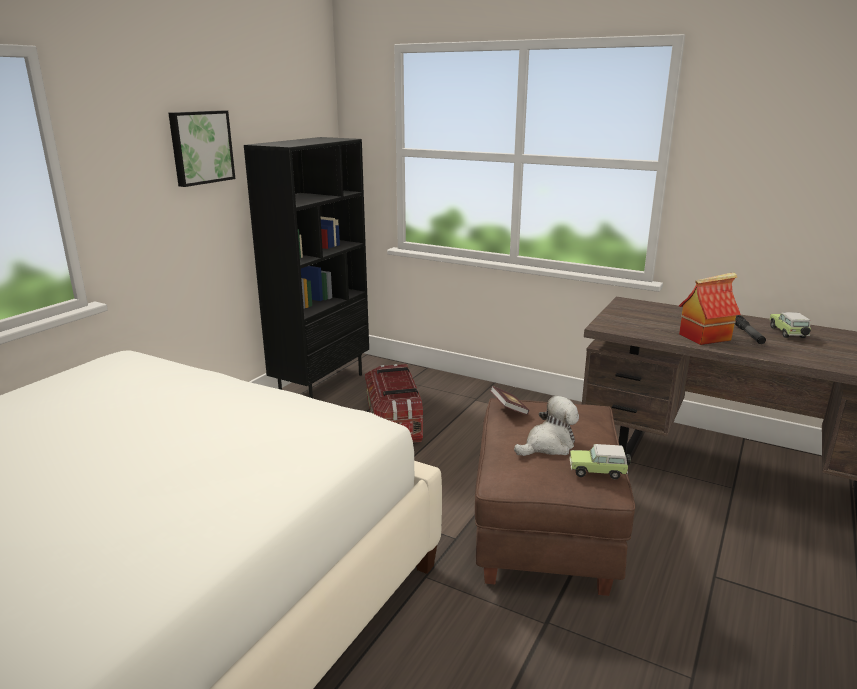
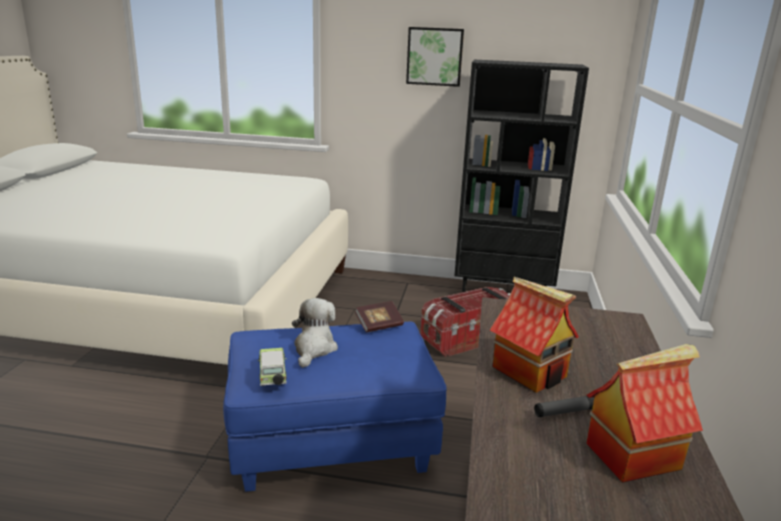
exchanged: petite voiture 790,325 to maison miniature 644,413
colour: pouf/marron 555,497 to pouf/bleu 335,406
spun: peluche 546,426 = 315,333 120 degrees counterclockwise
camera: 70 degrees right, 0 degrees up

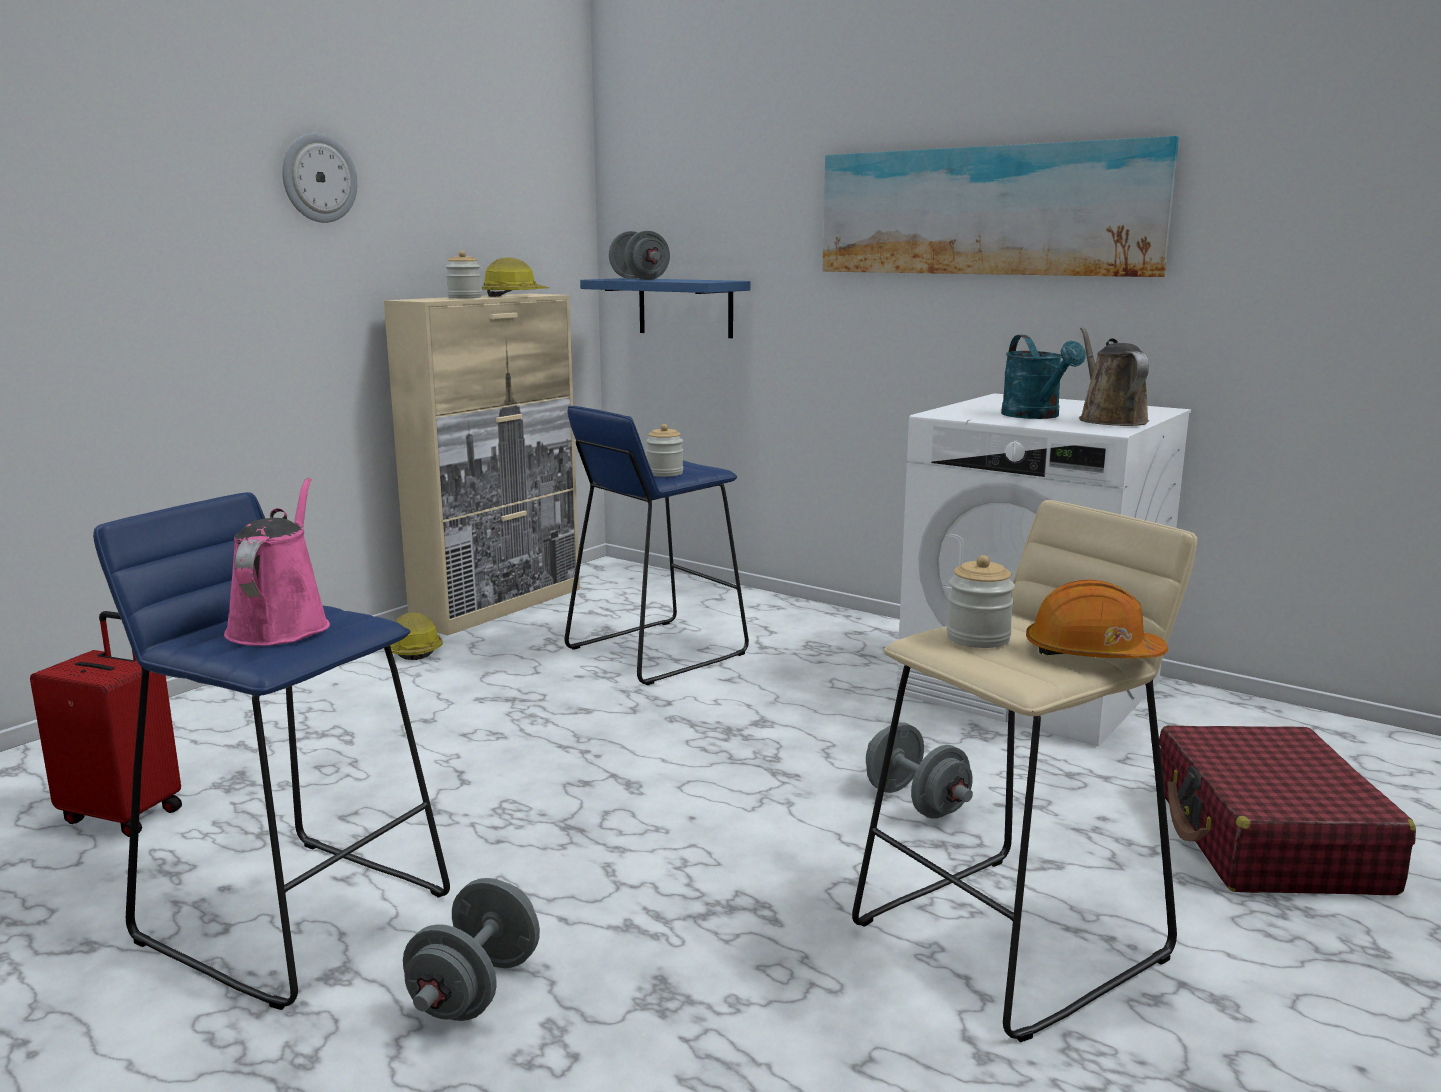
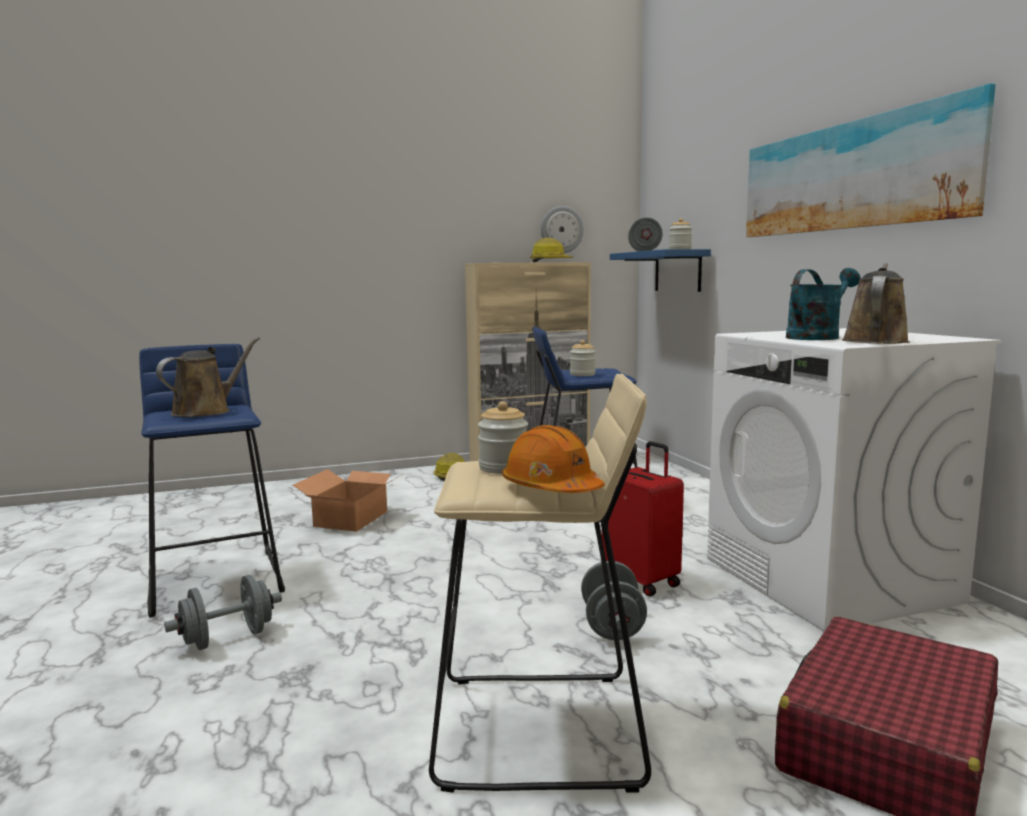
appeared: carton 348,500
relocated: horloge murale 320,178 to 562,229; bocal 464,274 to 680,233; valise/rouge 106,724 to 643,518
colour: arrosoir/rose 277,562 to arrosoir/marron 208,377
spun: arrosoir/turquoise 1043,377 = 823,304 150 degrees counterclockwise
camera: 35 degrees right, 5 degrees down

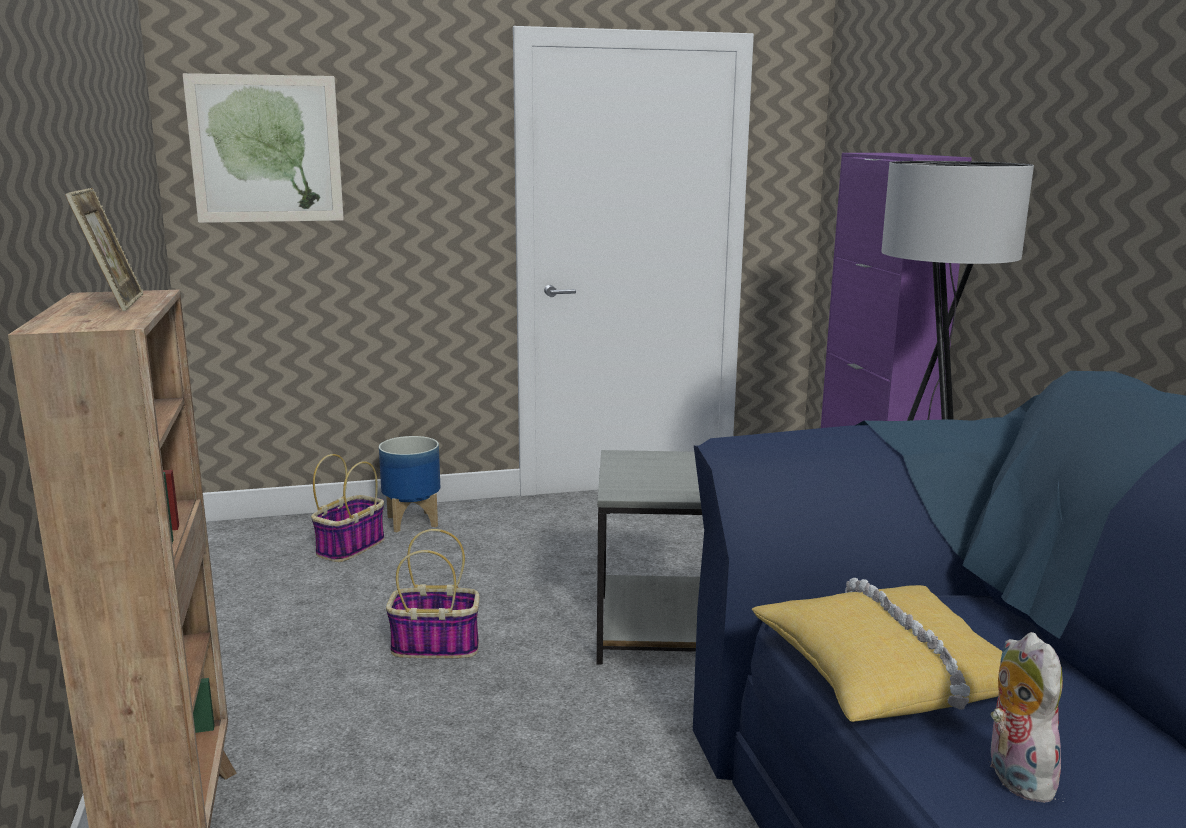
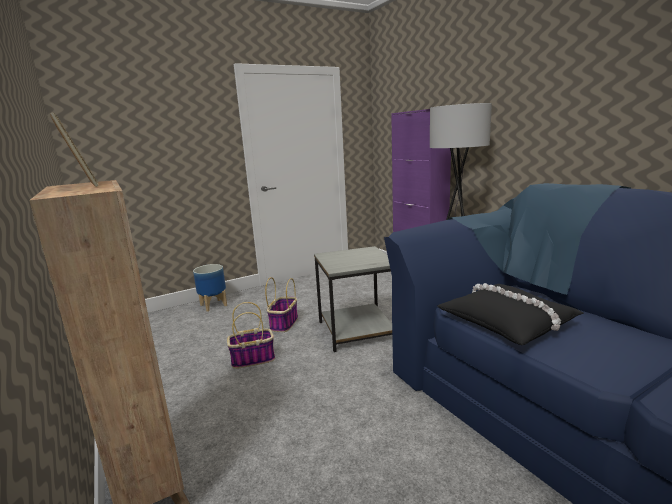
missing: tableau 263,148; peluche 1027,717
relocated: panier 348,508 to 281,304
colour: coussin/jaune 877,650 to coussin/noir 510,314
camera: 15 degrees left, 0 degrees up

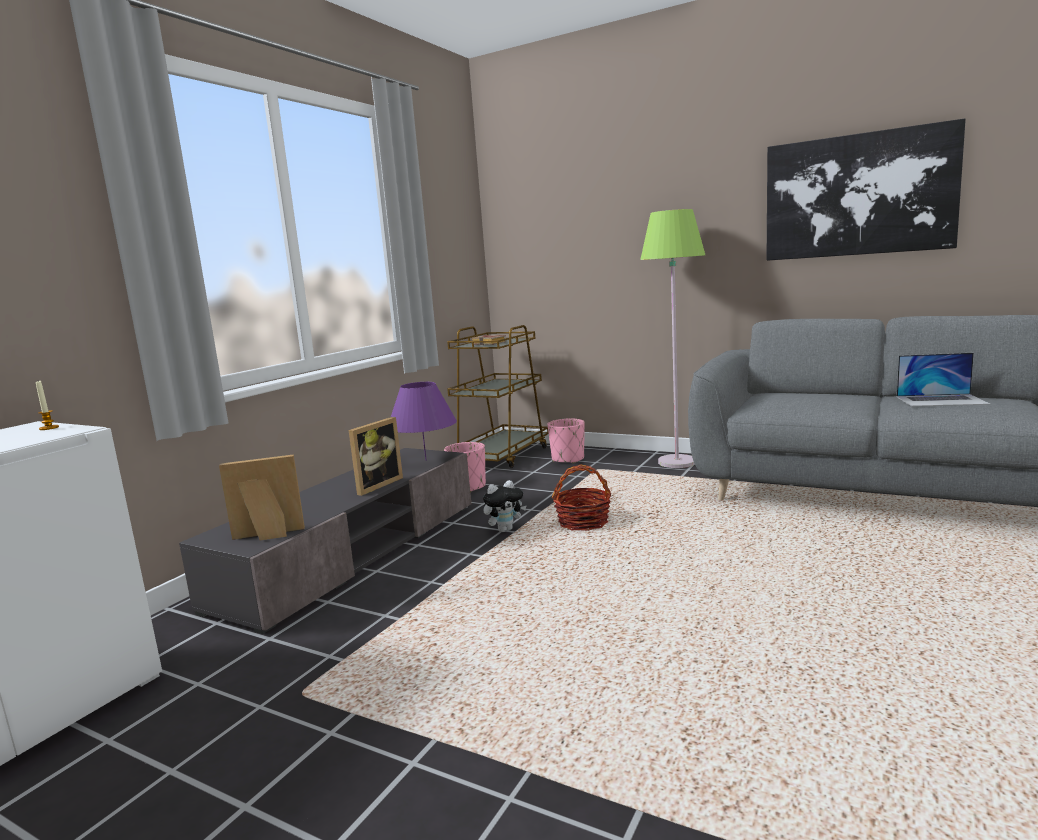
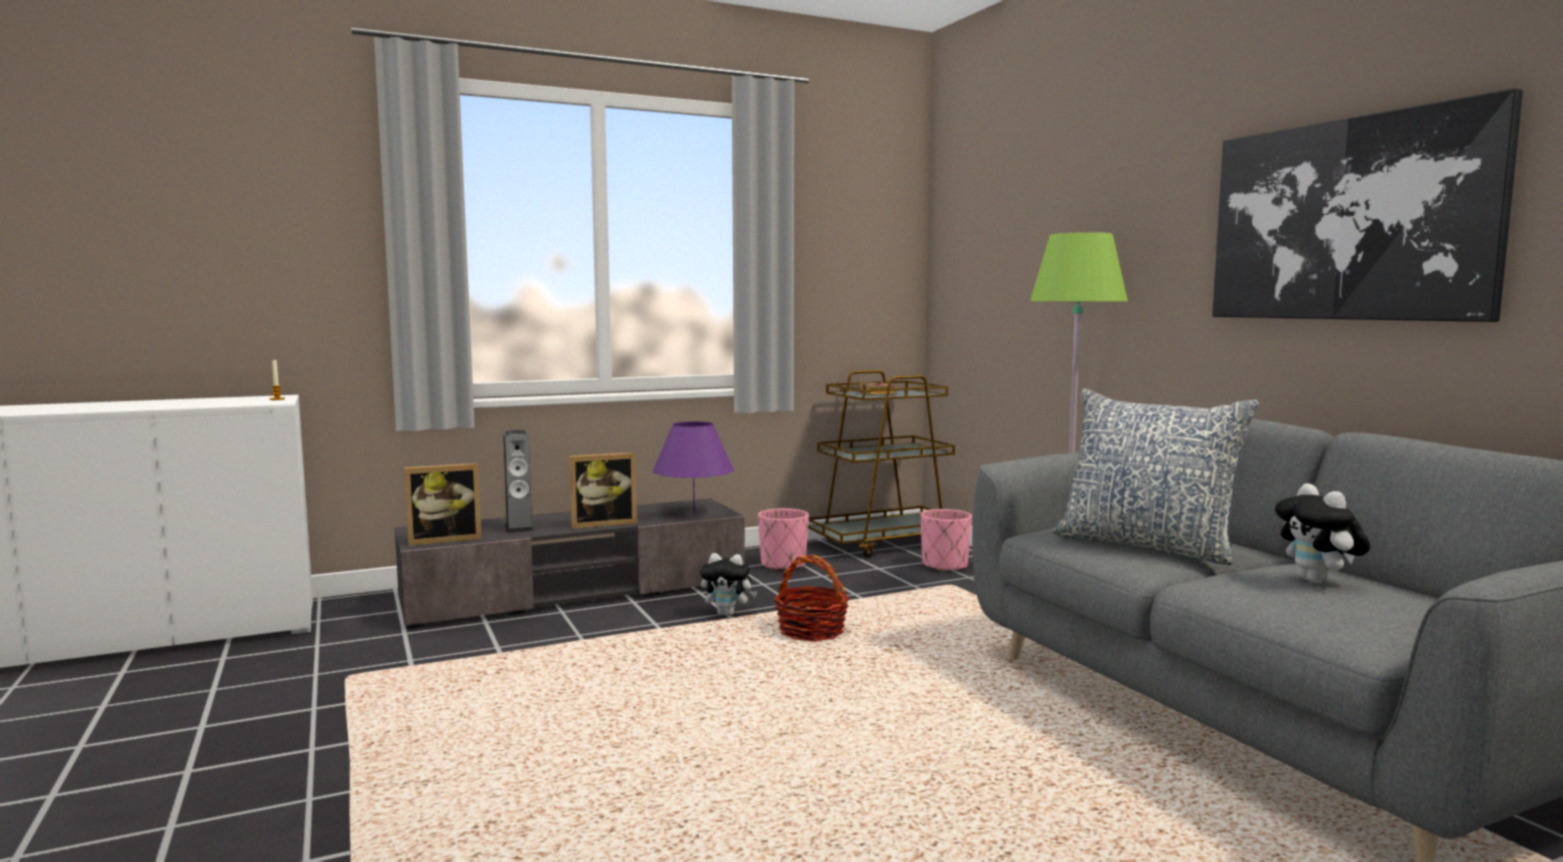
appeared: coussin 1155,477; enceinte 518,481
exchanged: ordinateur portable 944,379 to peluche 1322,533
spun: cadre photo 262,497 = 442,504 135 degrees clockwise
camera: 35 degrees right, 5 degrees down

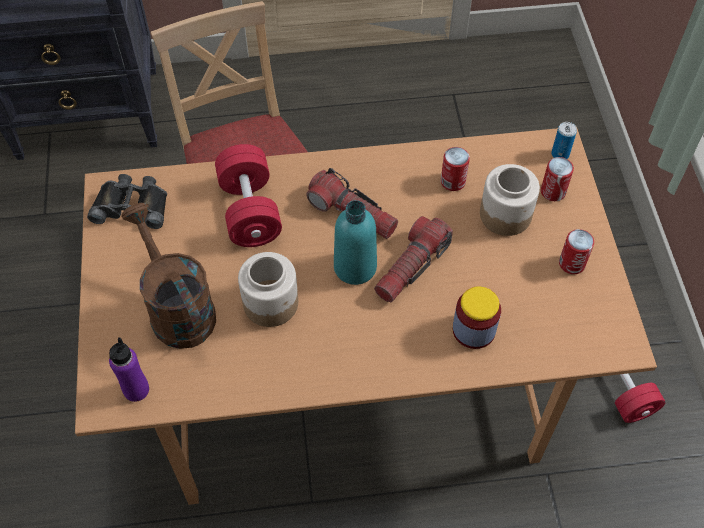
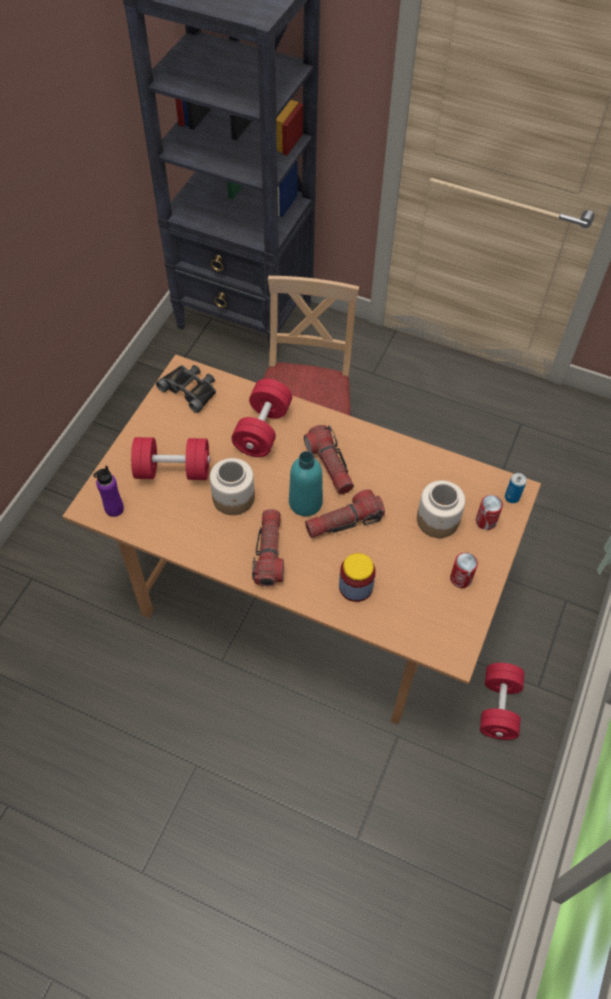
missing: boîte métallique 455,169
appeared: lampe de poche 268,548
exchanged: arrosoir/marron 168,276 to haltère/rouge 170,458
camera: 30 degrees right, 0 degrees up

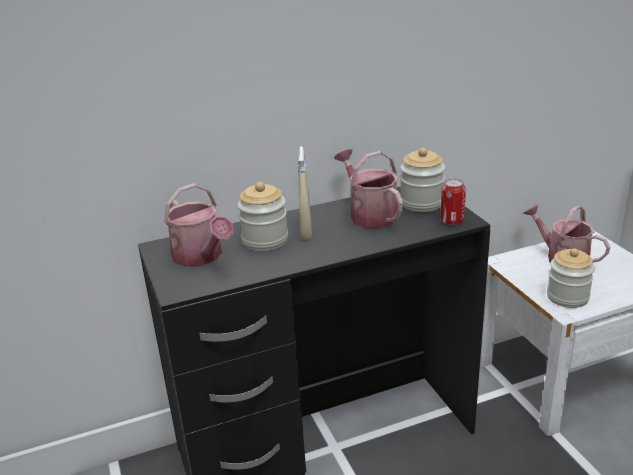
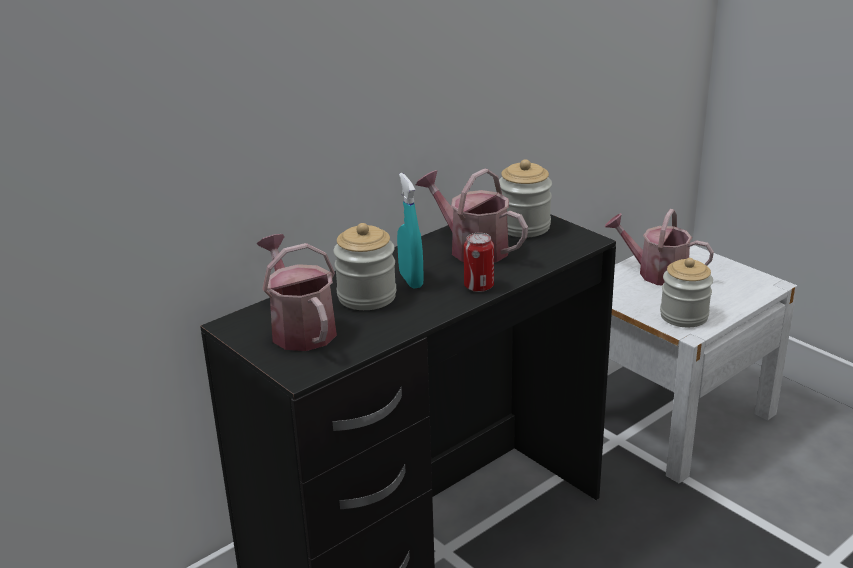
relocated: boîte métallique 453,202 to 479,262
colour: vaporisateur/beige 305,193 to vaporisateur/turquoise 410,231
spun: arrosoir 199,225 = 296,292 150 degrees counterclockwise
camera: 20 degrees left, 0 degrees up

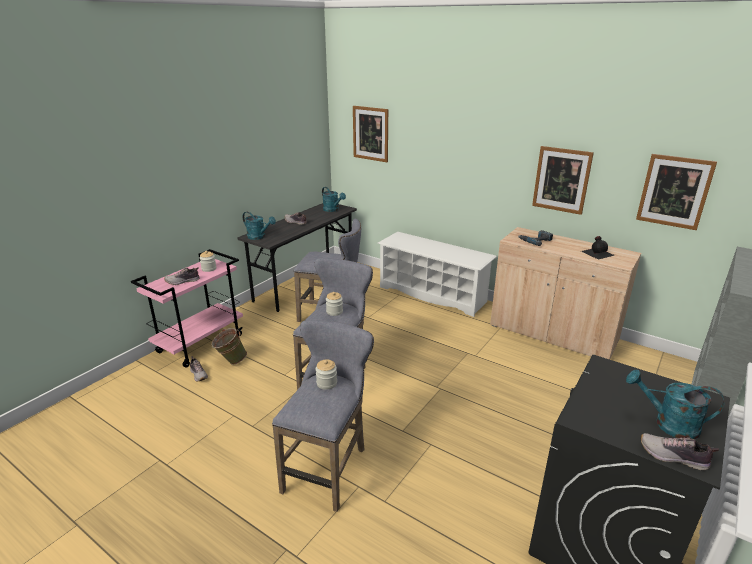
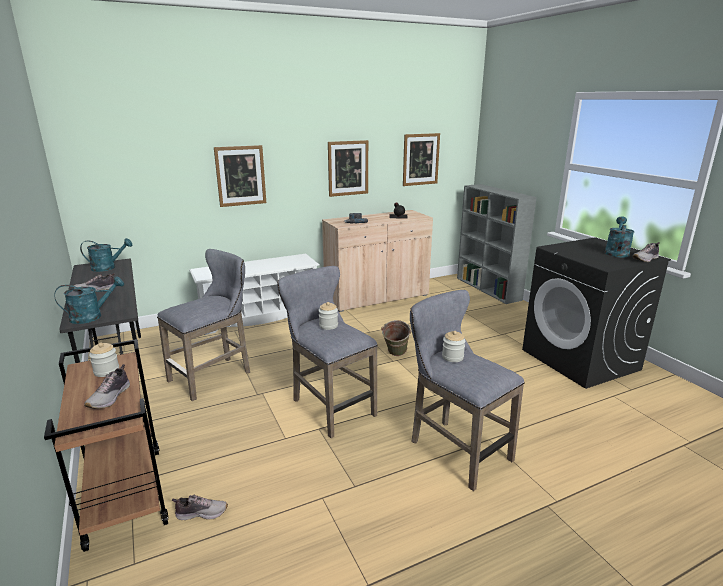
relocated: tableau 370,134 to 240,176; seau/vert 229,346 to 396,338
colour: chariot/rose 187,308 to chariot/marron 106,445
spun: arrosoir/turquoise 675,404 = 619,237 150 degrees clockwise
camera: 60 degrees left, 5 degrees down

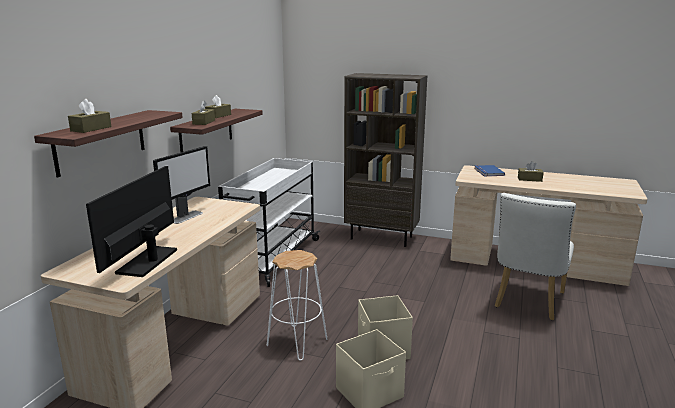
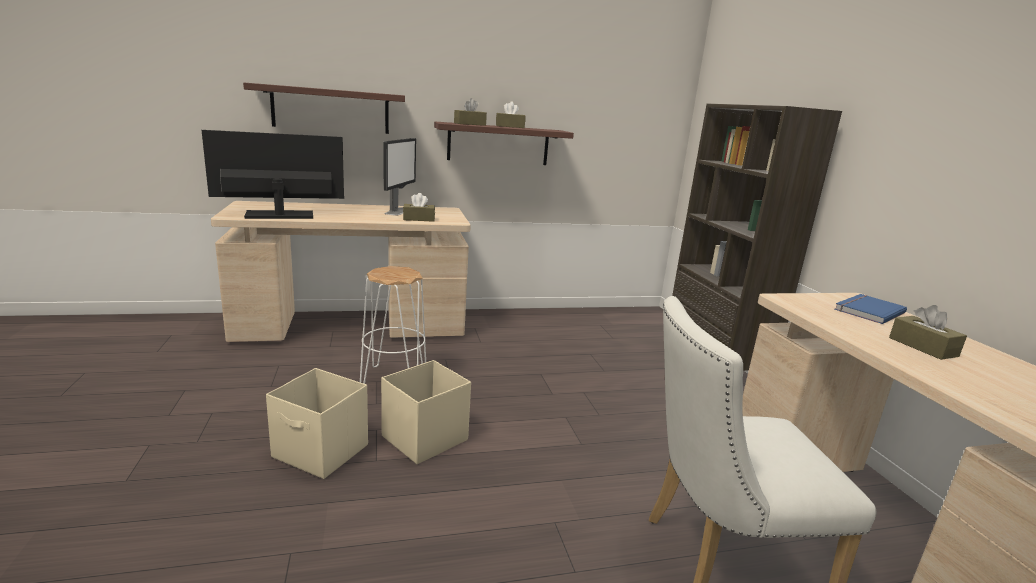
missing: chariot/blanc 269,222
relocated: boîte à mouchoirs/marron 89,116 to 419,207
spun: écran d'ordinateur 181,185 = 399,177 75 degrees counterclockwise
camera: 55 degrees right, 0 degrees up

